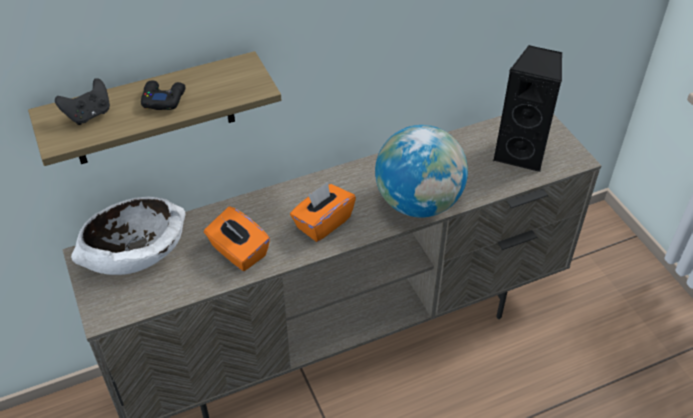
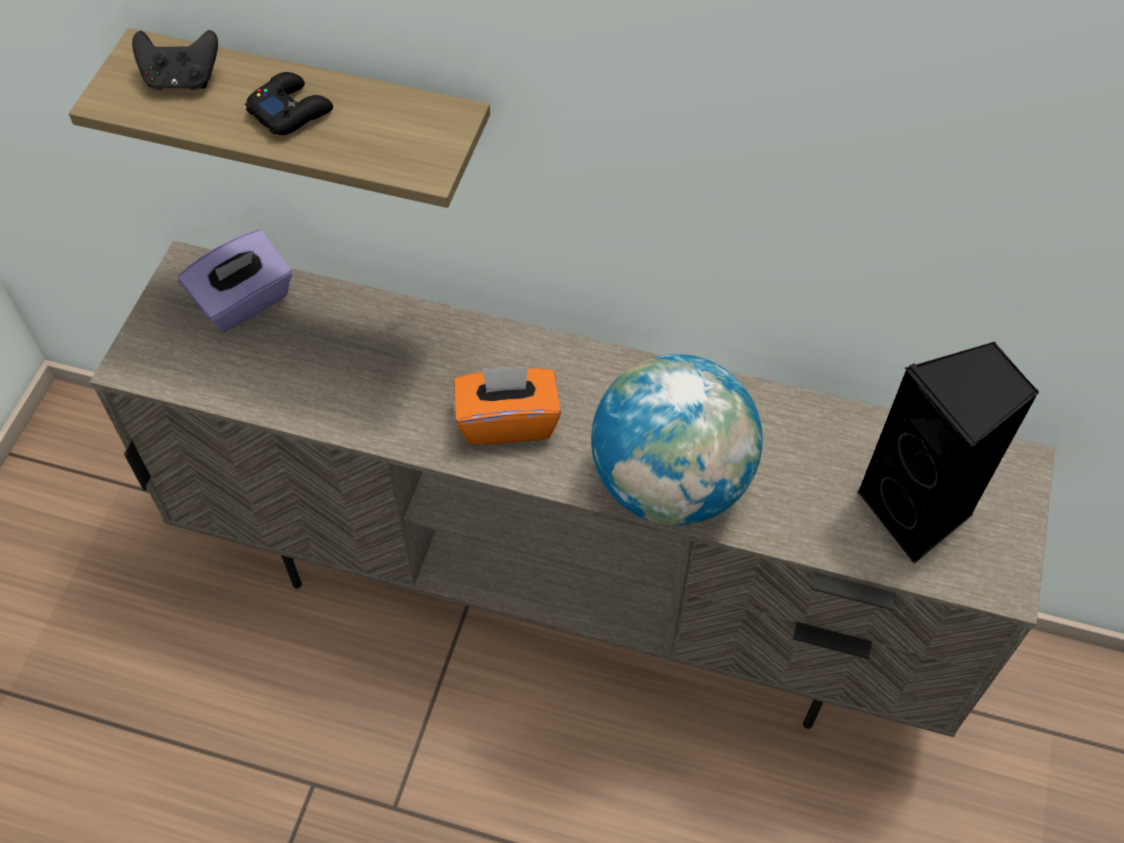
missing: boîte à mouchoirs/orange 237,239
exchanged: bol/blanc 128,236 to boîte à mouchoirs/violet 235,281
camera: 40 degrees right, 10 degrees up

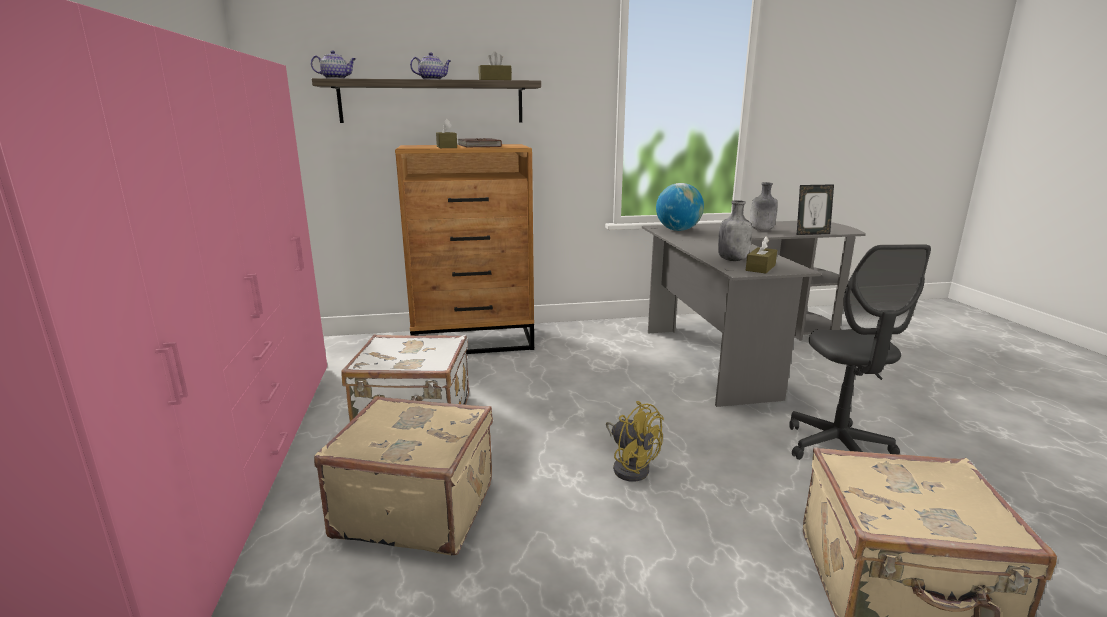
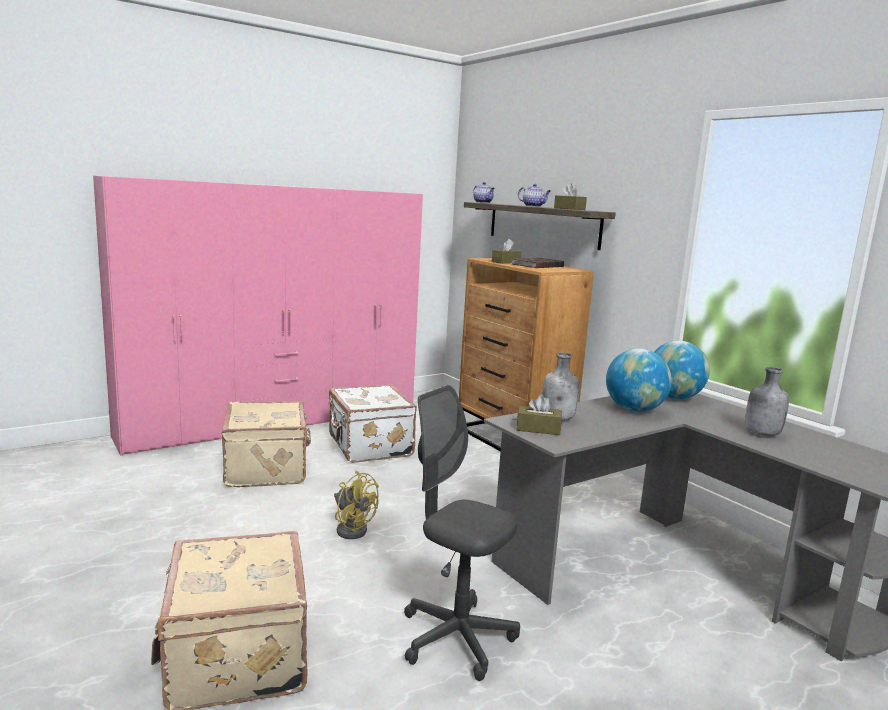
missing: cadre photo 815,209
appeared: globe 639,380
spun: chaise de bureau/gris 860,352 = 462,533 60 degrees clockwise; ventilateur/jaune 635,441 = 356,505 75 degrees counterclockwise
camera: 65 degrees right, 5 degrees down

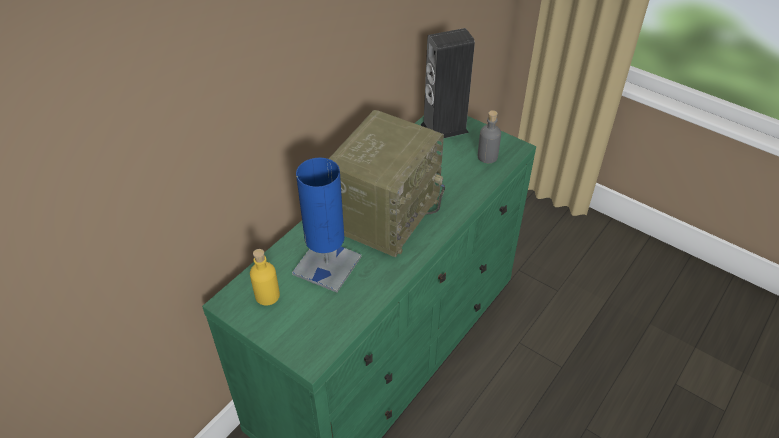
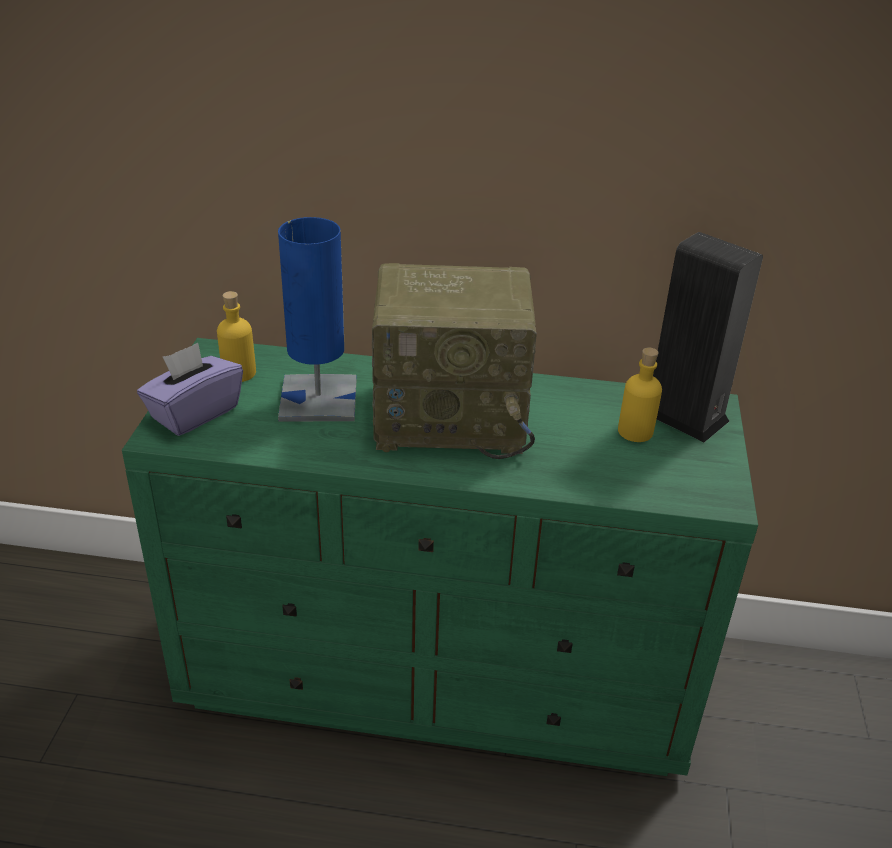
missing: bouteille/gris 489,136
appeared: boîte à mouchoirs/violet 190,389; bouteille/jaune 640,395
camera: 60 degrees right, 10 degrees down

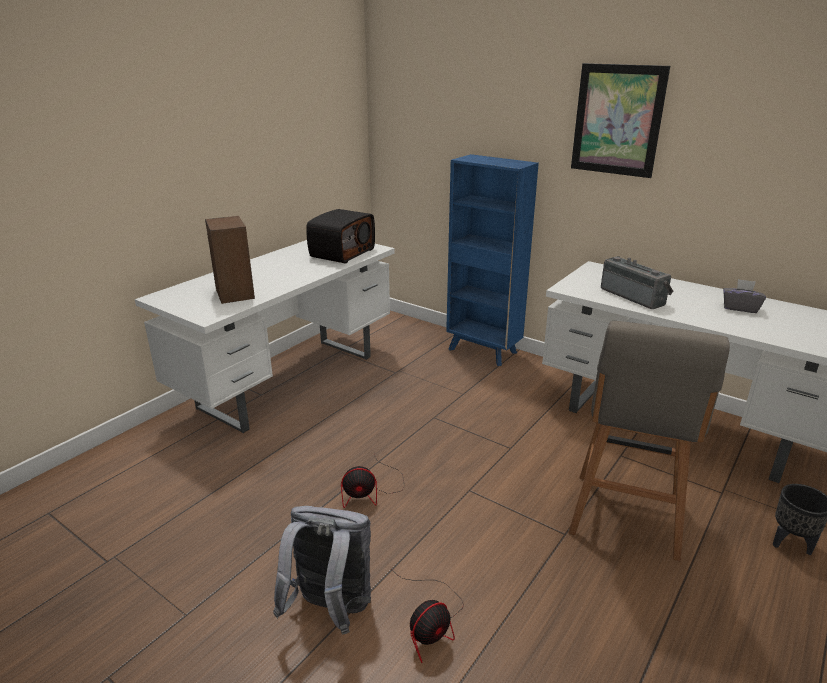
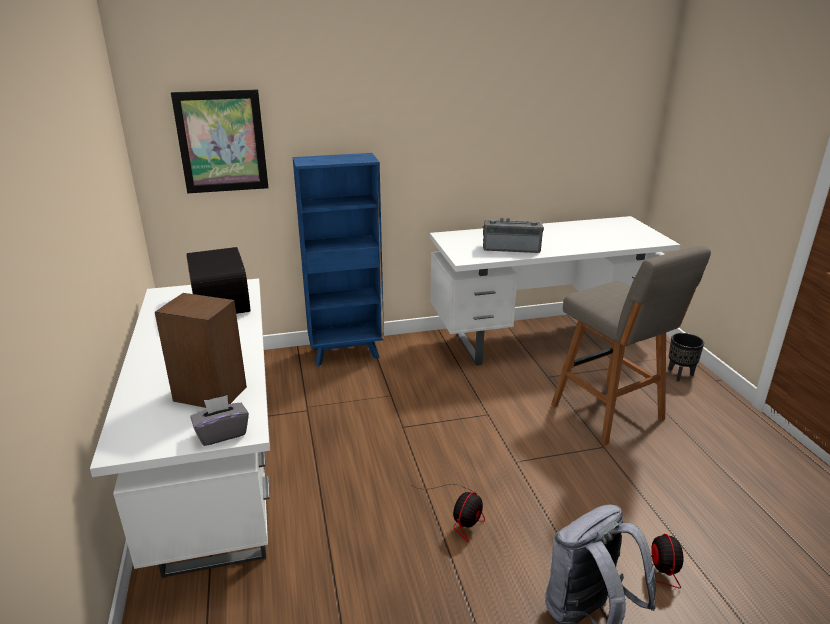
relocated: tableau 620,120 to 219,141; boîte à mouchoirs/gris 744,296 to 219,420
camera: 50 degrees left, 0 degrees up

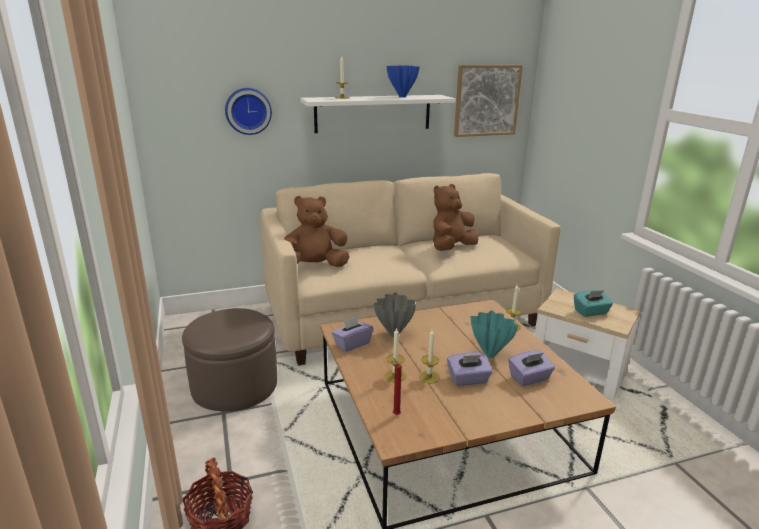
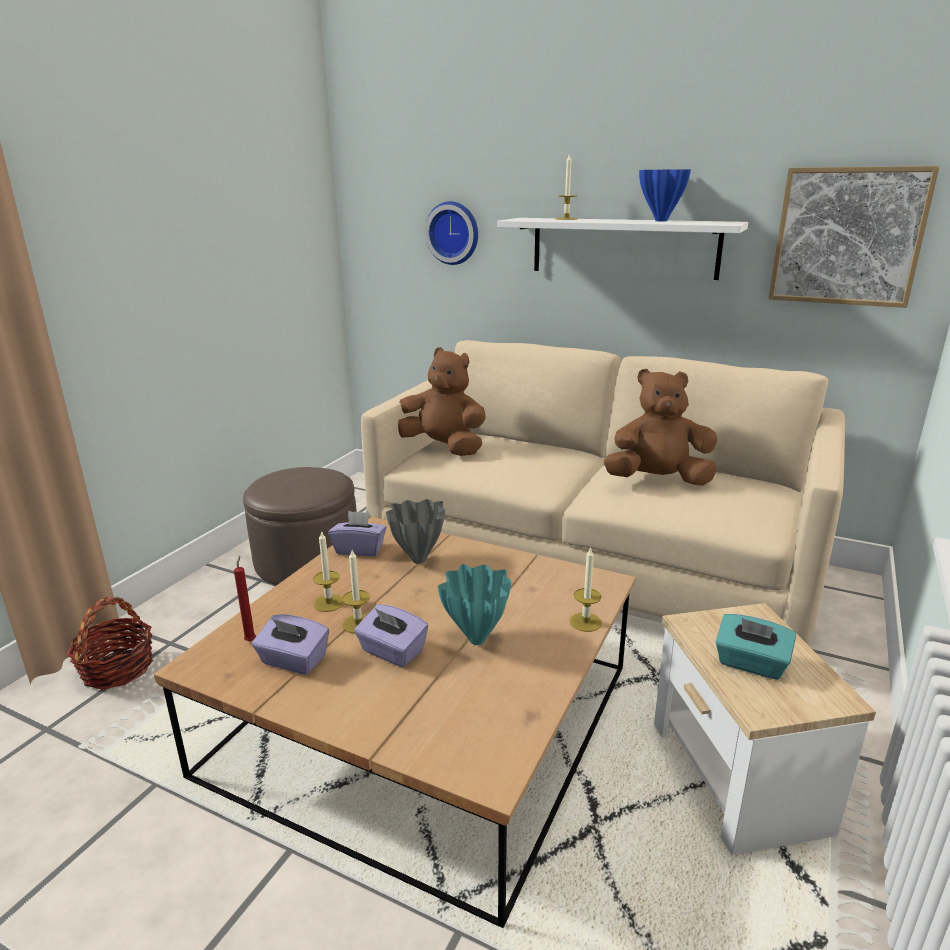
relocated: boîte à mouchoirs/violet 531,368 to 290,644
camera: 45 degrees right, 0 degrees up

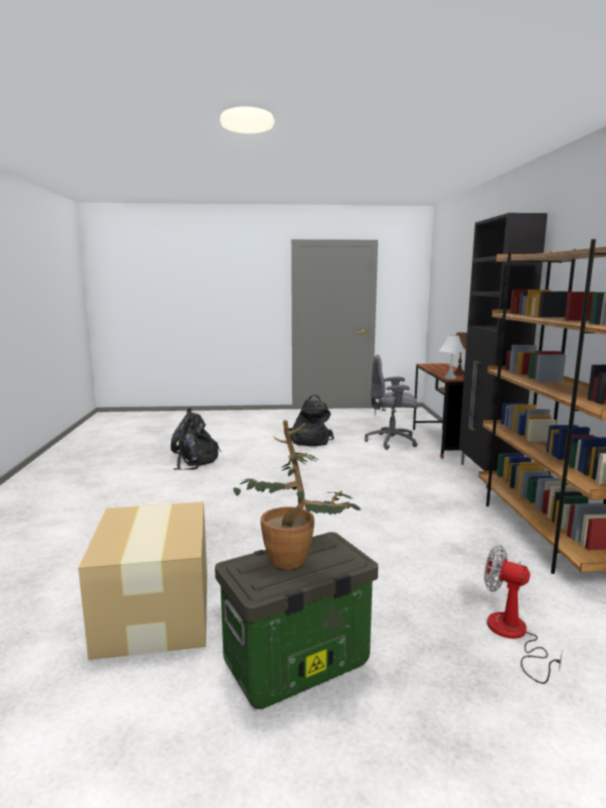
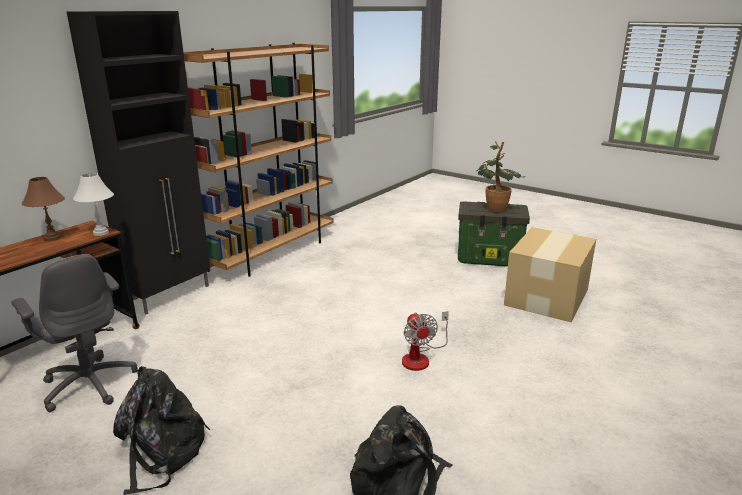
relocated: ventilateur 523,614 to 425,341
camera: 140 degrees left, 10 degrees up

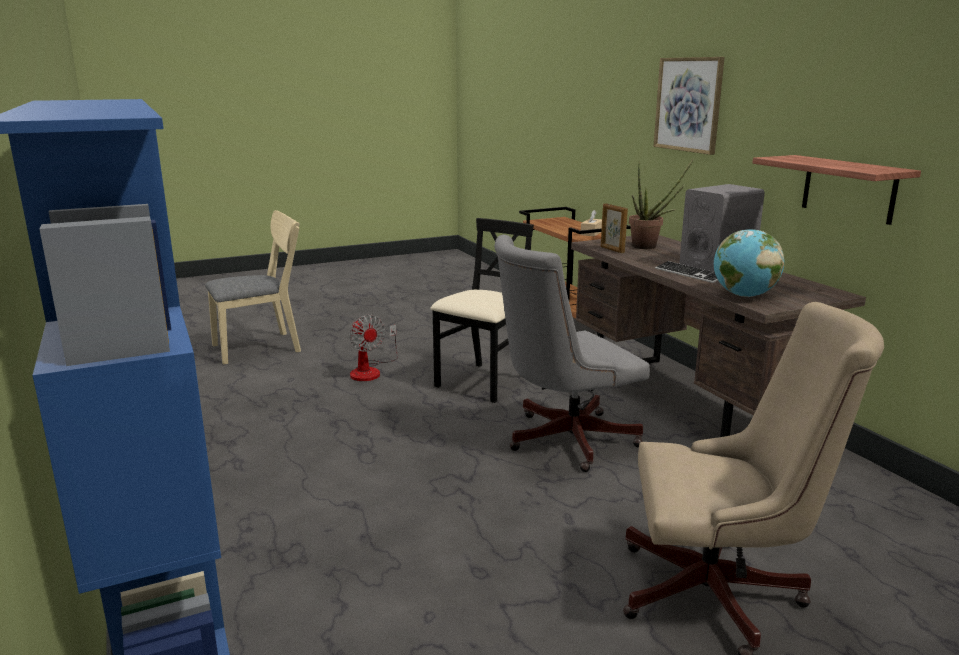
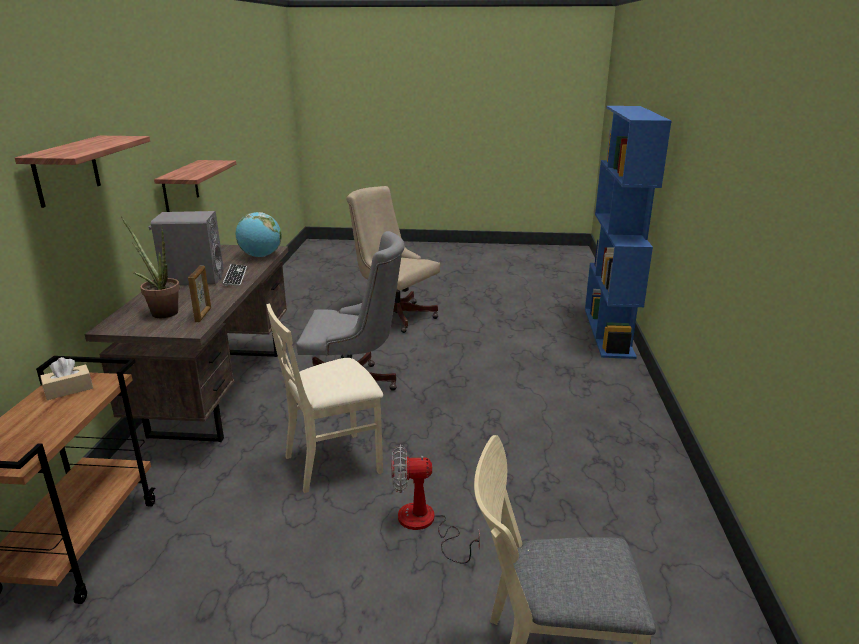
exchanged: tableau 689,106 to étagère 82,172
colour: chaise/noir 482,310 to chaise/beige 324,398
spun: ventilateur 373,348 = 436,504 90 degrees counterclockwise
camera: 150 degrees left, 5 degrees up

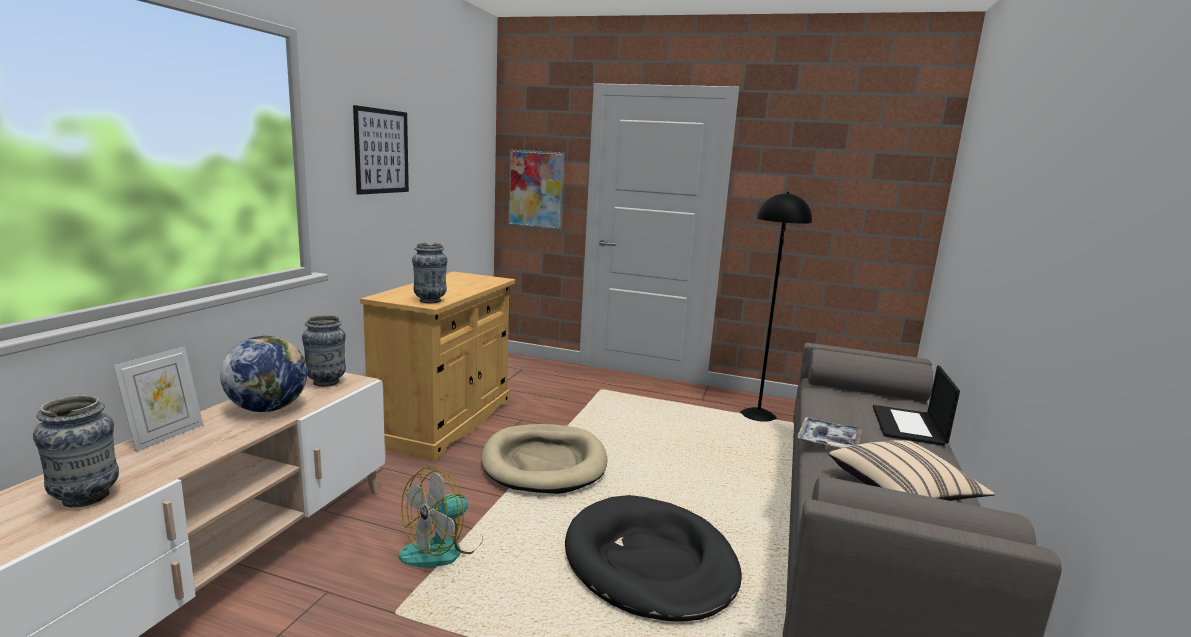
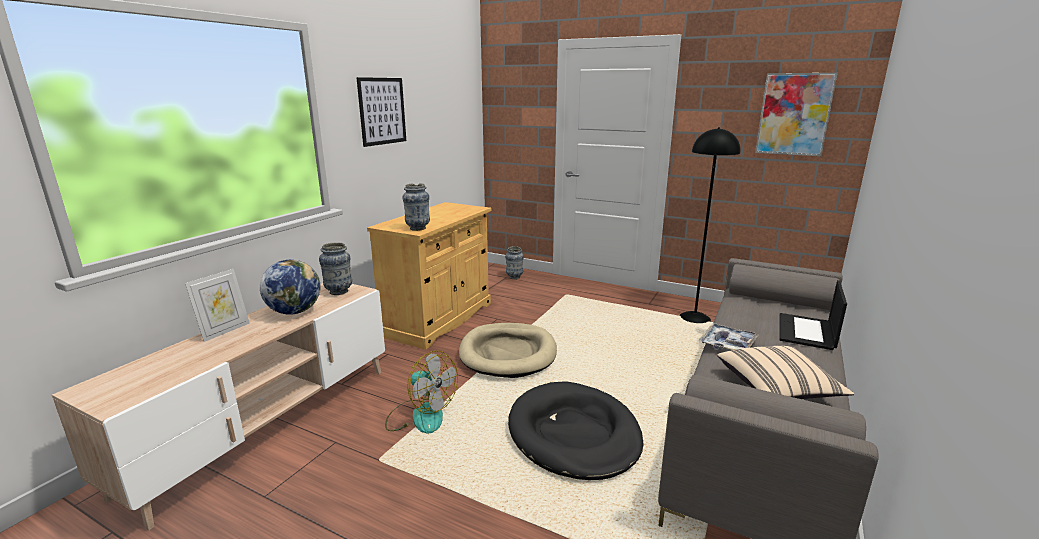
relocated: tableau 536,189 to 796,114; vase 76,451 to 514,262
spun: ventilateur 441,517 = 421,392 105 degrees counterclockwise
camera: 10 degrees right, 5 degrees up

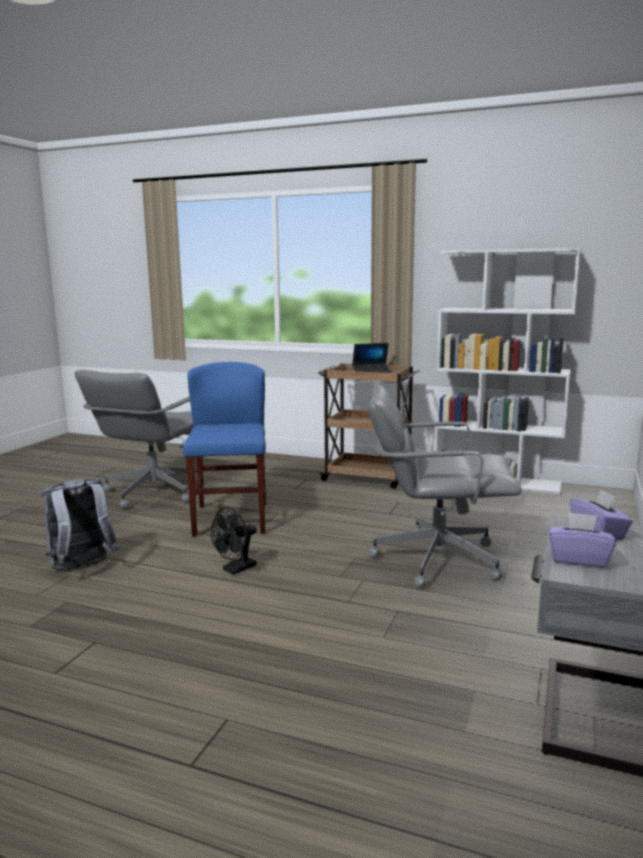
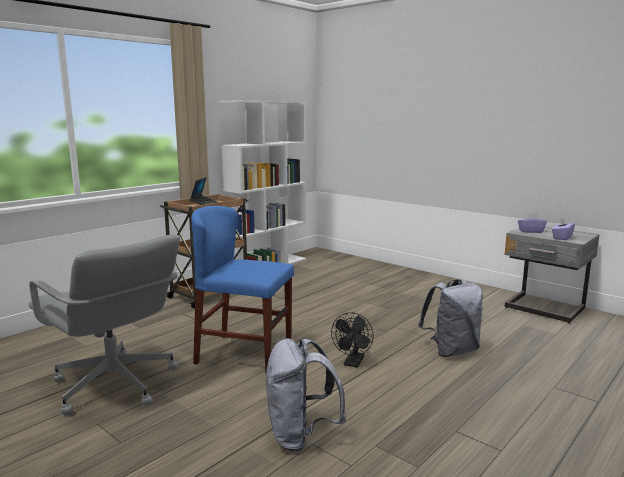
missing: chaise de bureau/gris 445,486
appeared: sac à dos/gris 450,318
spun: ventilateur/noir 234,541 = 352,339 45 degrees clockwise
camera: 70 degrees left, 0 degrees up

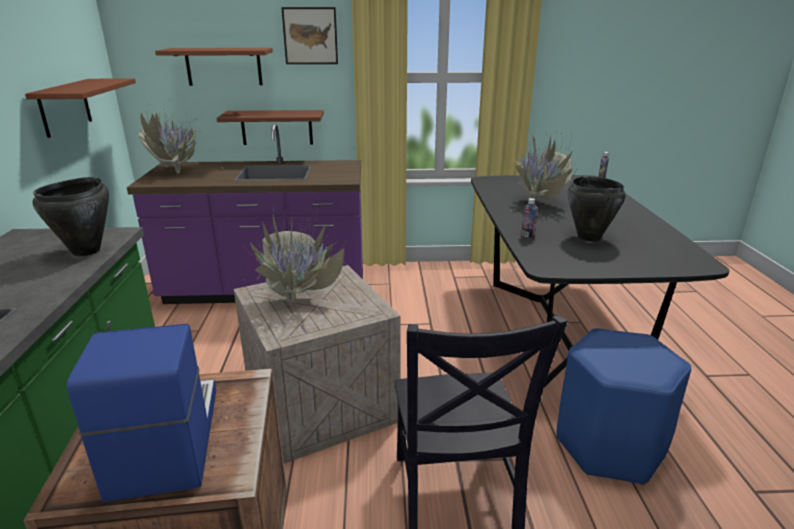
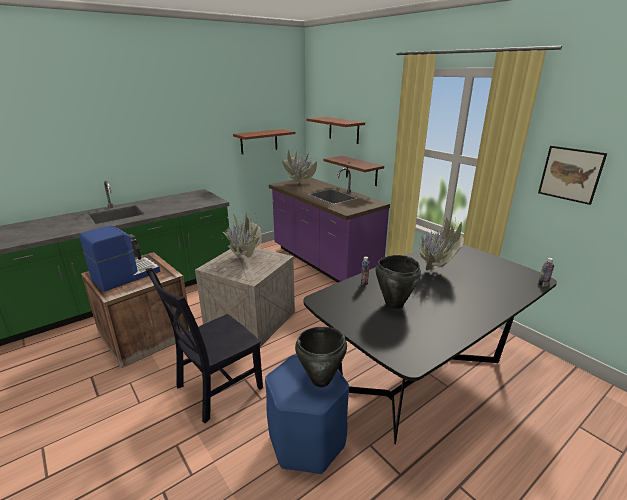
relocated: tableau 309,35 to 572,175; marmite/noir 70,216 to 321,357
camera: 55 degrees right, 0 degrees up

